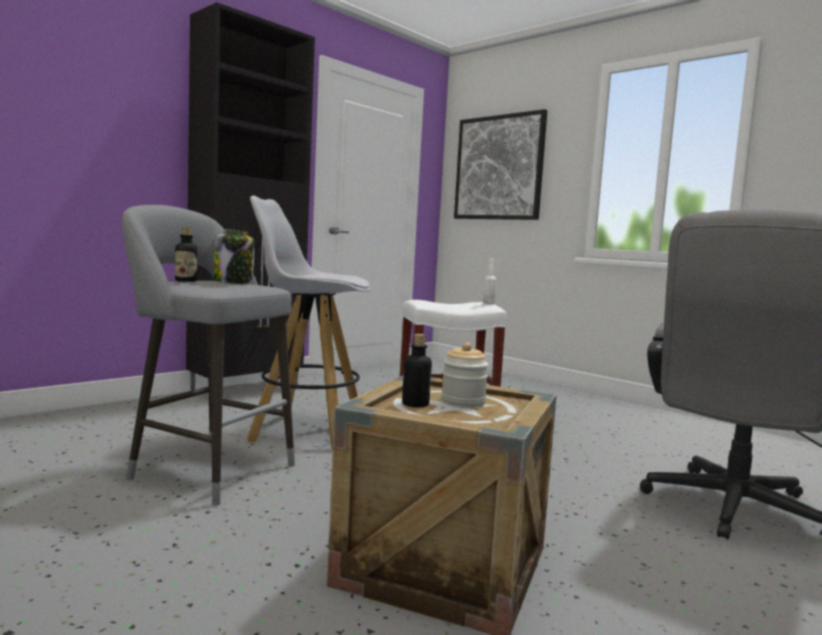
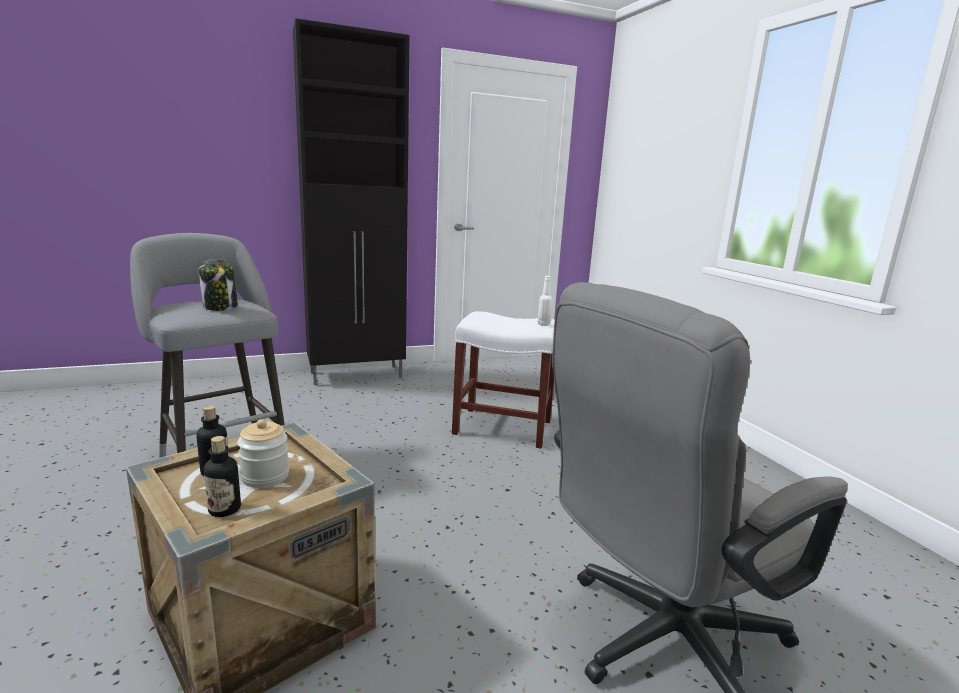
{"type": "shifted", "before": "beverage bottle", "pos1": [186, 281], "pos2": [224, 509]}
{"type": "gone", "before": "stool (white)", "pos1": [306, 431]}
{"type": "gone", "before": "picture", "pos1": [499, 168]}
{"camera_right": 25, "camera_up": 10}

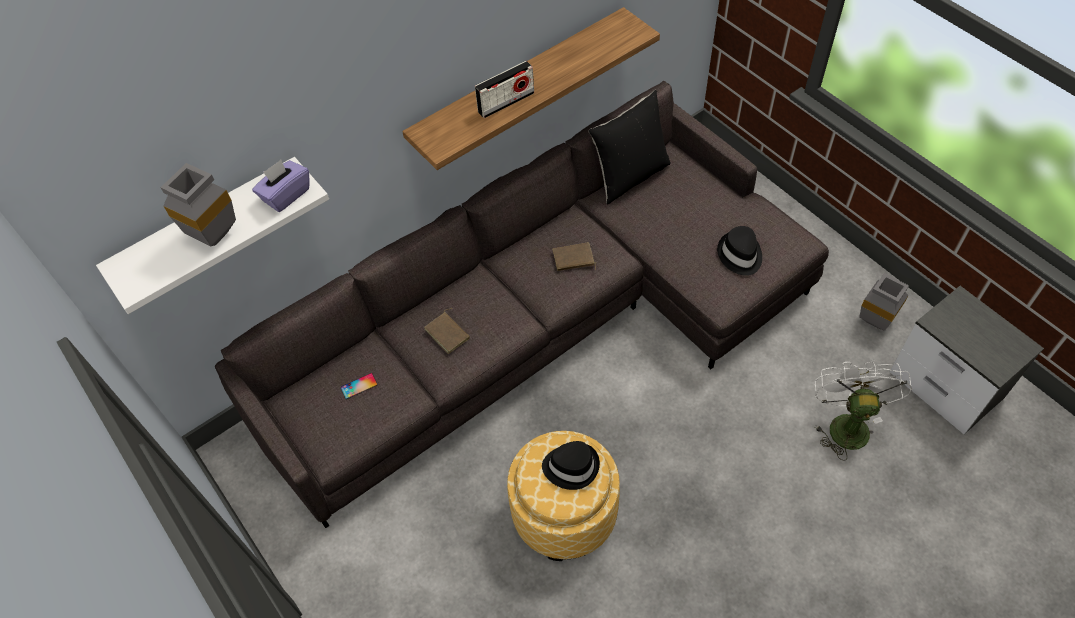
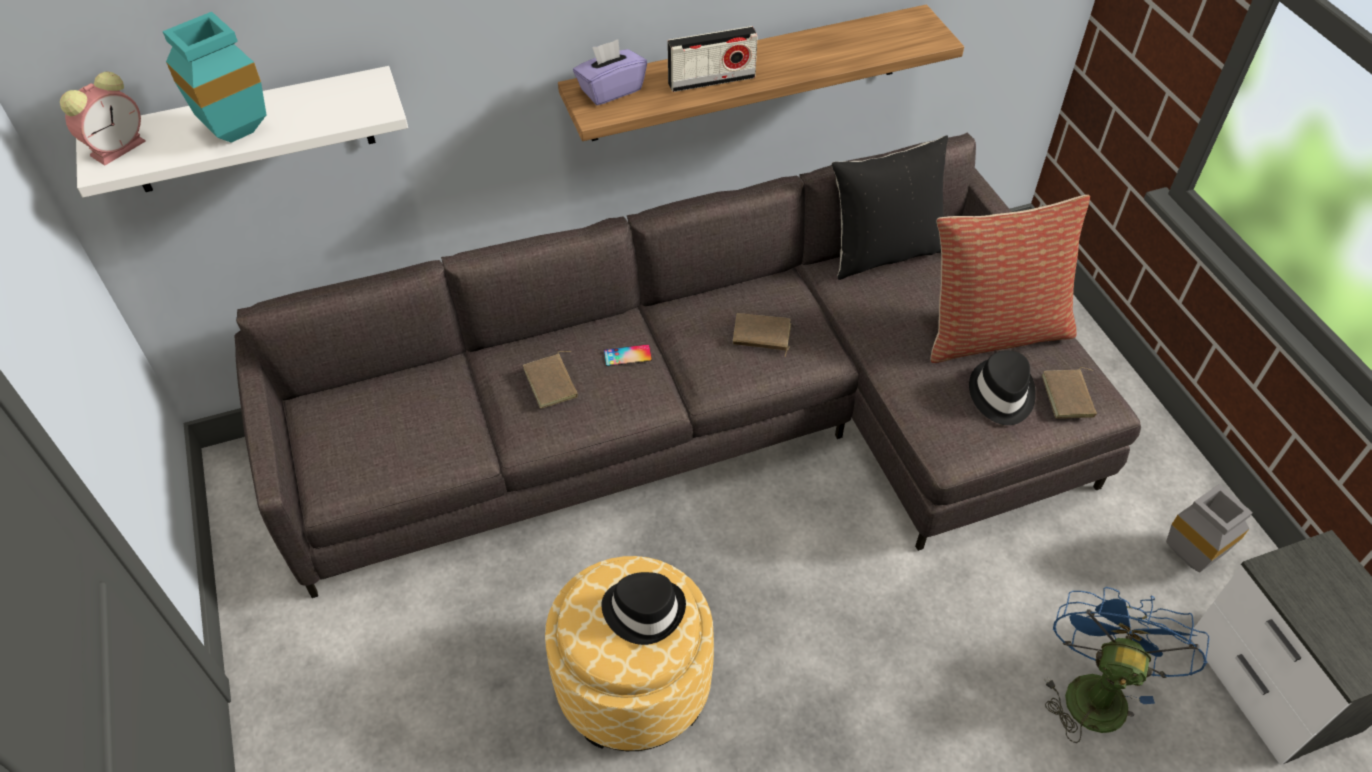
{"type": "repainted", "before": "vase (greyish)", "after": "vase (turquoise-coloured)", "pos1": [215, 234], "pos2": [239, 129]}
{"type": "shifted", "before": "box of tissues (purplish)", "pos1": [286, 195], "pos2": [611, 90]}
{"type": "shifted", "before": "phone", "pos1": [359, 386], "pos2": [627, 355]}
{"type": "repainted", "before": "fan (white)", "after": "fan (bluish)", "pos1": [845, 423], "pos2": [1095, 689]}
{"type": "new", "after": "table clock", "pos2": [119, 147]}
{"type": "new", "after": "cushion", "pos2": [993, 331]}
{"type": "new", "after": "volume (brownish)", "pos2": [1070, 396]}
{"camera_right": 15, "camera_up": -5}

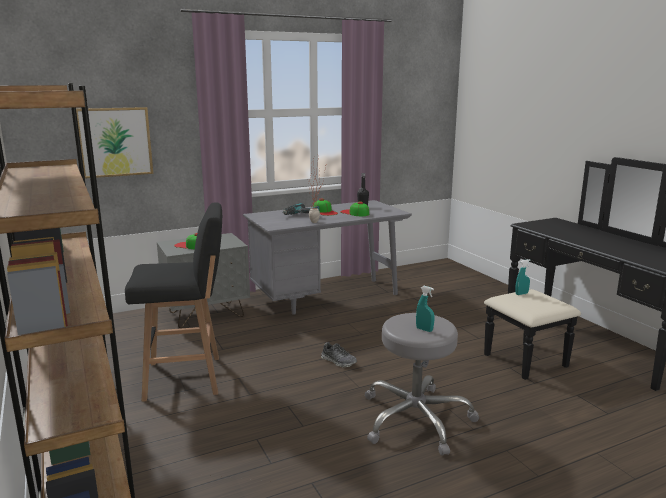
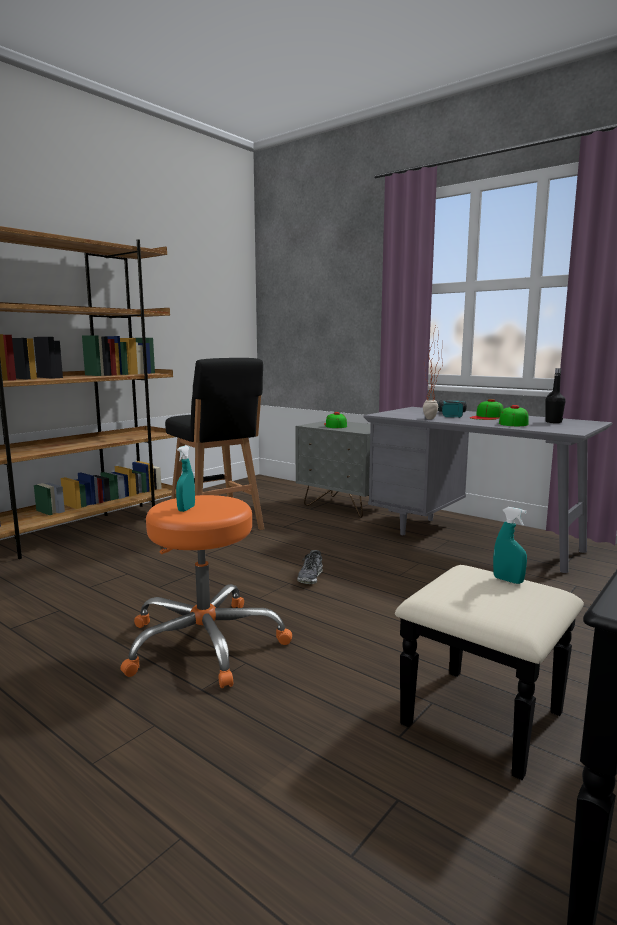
{"type": "gone", "before": "picture", "pos1": [115, 142]}
{"type": "repainted", "before": "stool (greyish)", "after": "stool (orange)", "pos1": [416, 419], "pos2": [205, 643]}
{"camera_right": 65, "camera_up": -5}

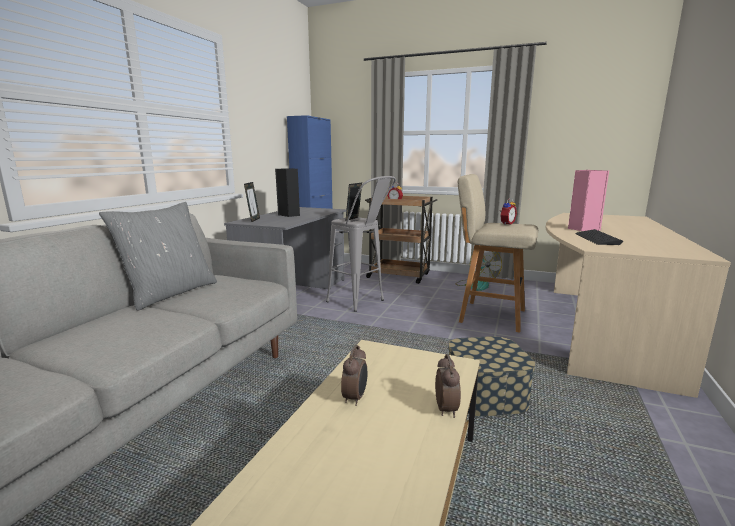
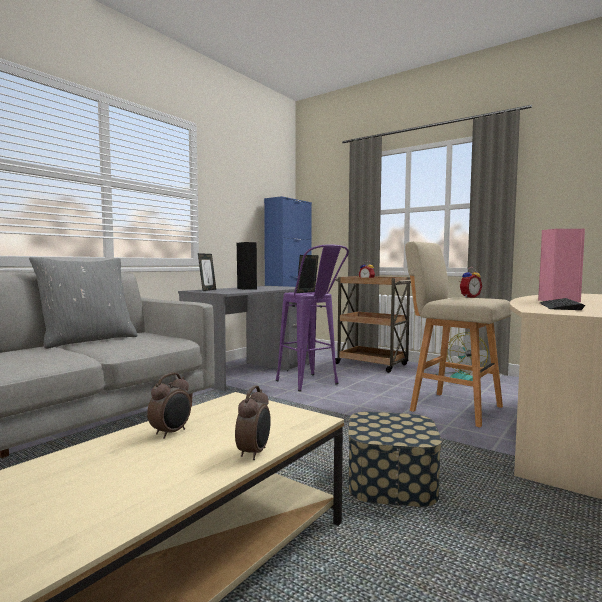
{"type": "repainted", "before": "stool (greyish)", "after": "stool (purplish)", "pos1": [361, 303], "pos2": [312, 385]}
{"camera_right": 15, "camera_up": -10}

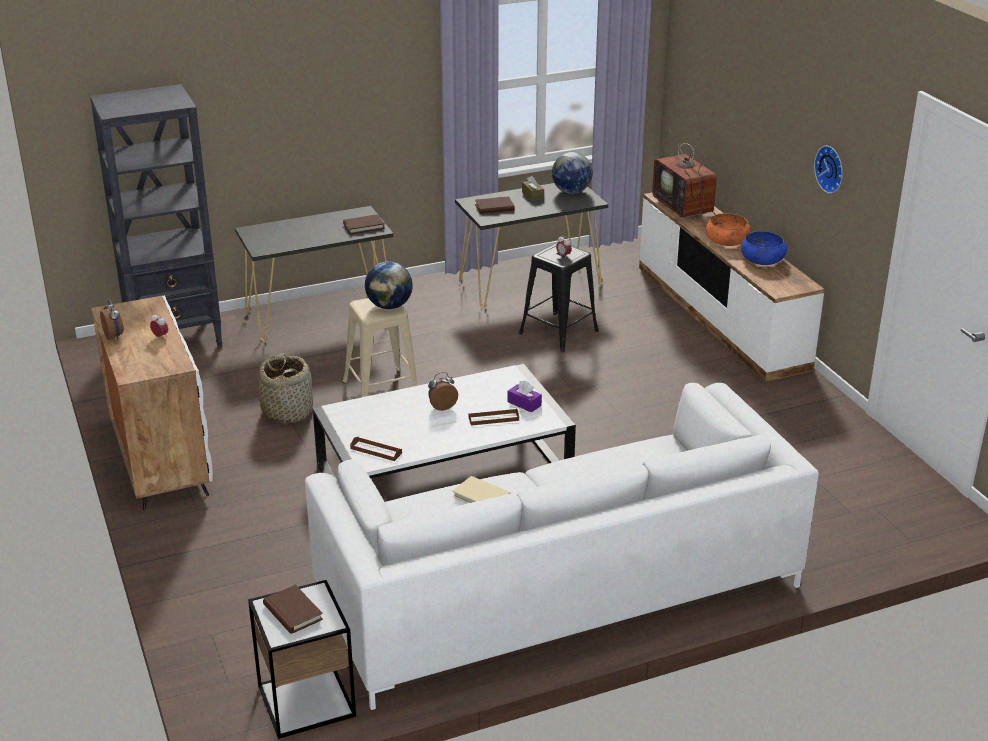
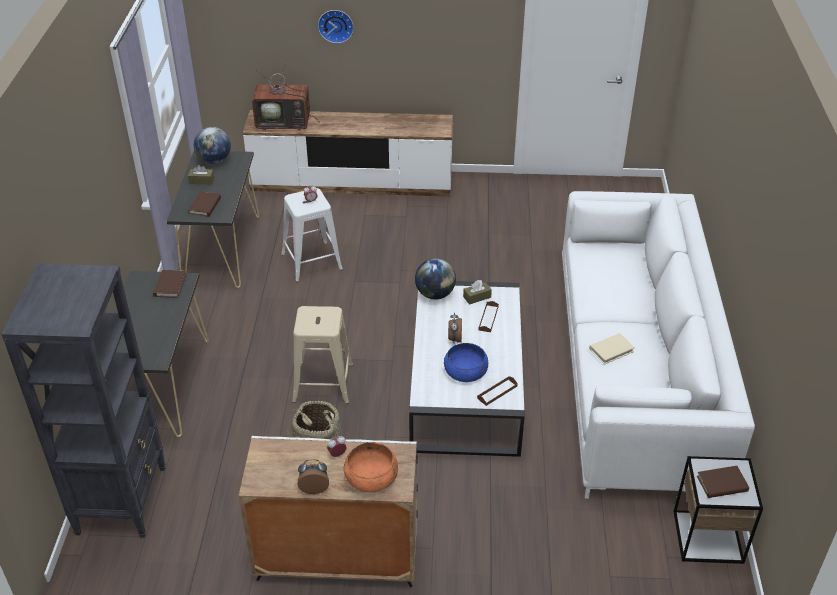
{"type": "shifted", "before": "desk globe", "pos1": [389, 306], "pos2": [435, 294]}
{"type": "repainted", "before": "box of tissues (purplish)", "after": "box of tissues (brownish)", "pos1": [524, 404], "pos2": [477, 297]}
{"type": "repainted", "before": "stool (blackish)", "after": "stool (white)", "pos1": [558, 332], "pos2": [312, 261]}
{"type": "shifted", "before": "deep dish (orange)", "pos1": [726, 240], "pos2": [371, 477]}
{"type": "shifted", "before": "deep dish (bluish)", "pos1": [762, 259], "pos2": [465, 371]}
{"type": "shifted", "before": "hanging clock", "pos1": [831, 169], "pos2": [336, 25]}
{"camera_right": -65, "camera_up": 10}

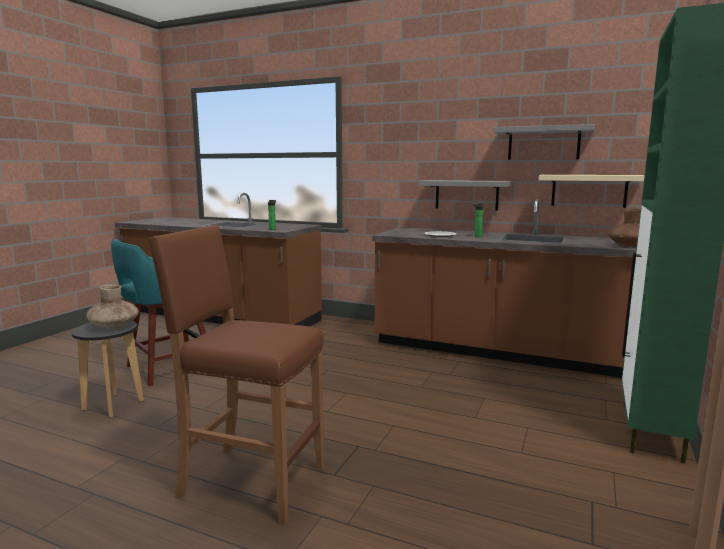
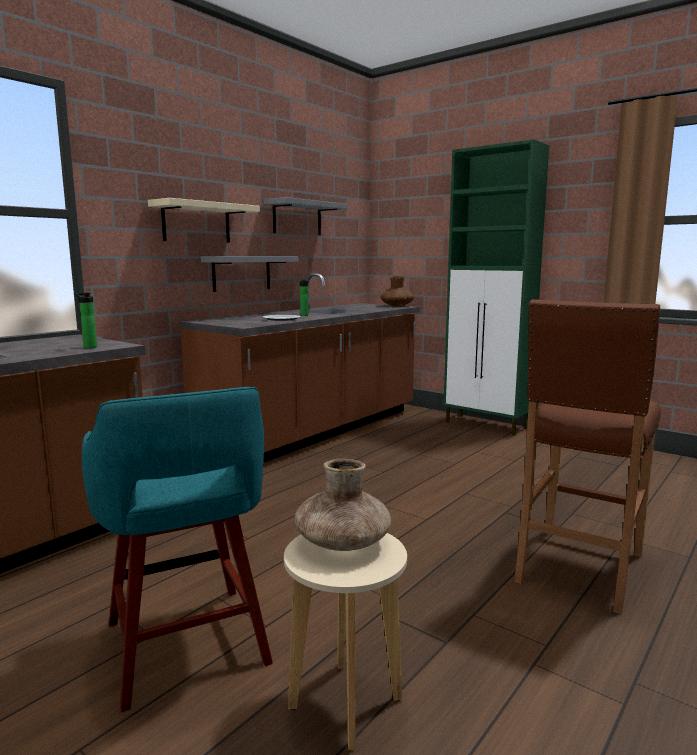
{"type": "repainted", "before": "stool (blackish)", "after": "stool (beige-coloured)", "pos1": [113, 405], "pos2": [345, 703]}
{"type": "shifted", "before": "wall shelf (beige-coloured)", "pos1": [589, 190], "pos2": [196, 222]}
{"camera_right": -75, "camera_up": 0}

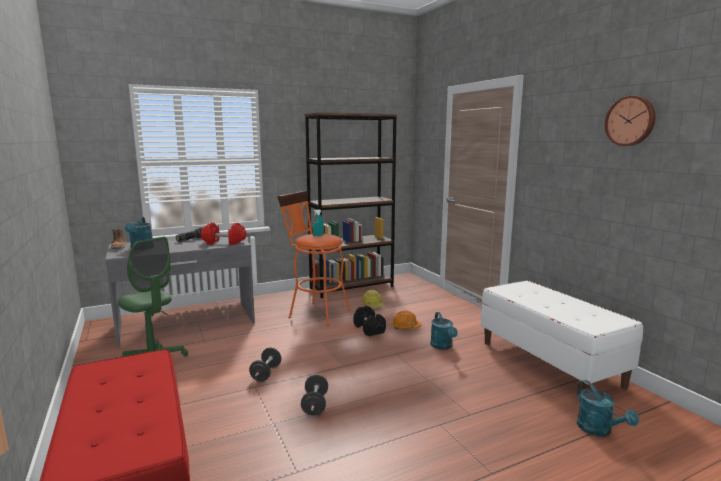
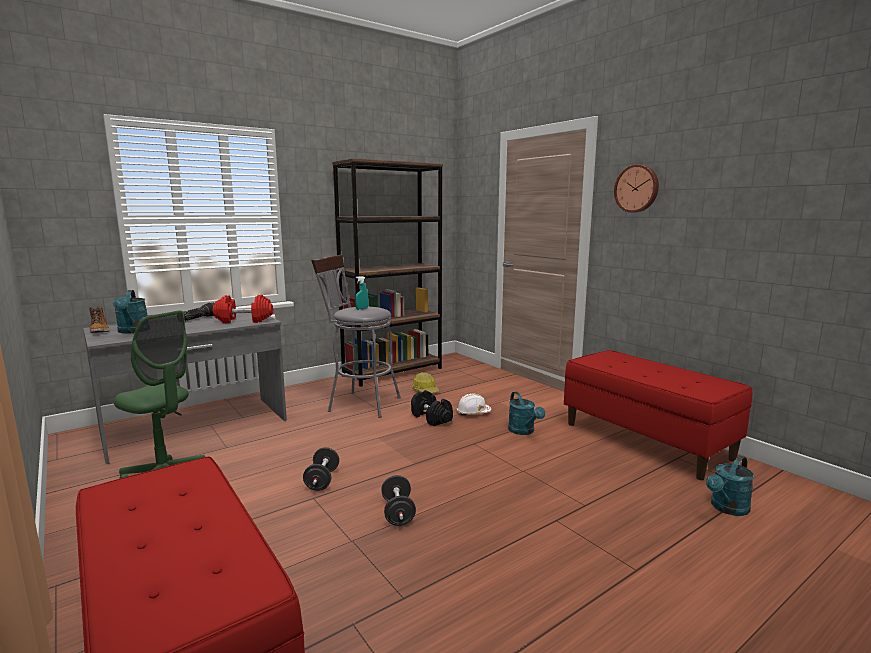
{"type": "repainted", "before": "stool (orange)", "after": "stool (greyish)", "pos1": [315, 312], "pos2": [359, 403]}
{"type": "repainted", "before": "work helmet (orange)", "after": "work helmet (white)", "pos1": [405, 327], "pos2": [473, 412]}
{"type": "repainted", "before": "bench (white)", "after": "bench (reddish)", "pos1": [549, 363], "pos2": [646, 440]}
{"type": "rotated", "before": "sprinkling can (turquoise-coloured)", "pos1": [599, 430], "pos2": [727, 508], "turn": 75}
{"type": "shifted", "before": "hanging clock", "pos1": [630, 121], "pos2": [637, 188]}
{"camera_right": -10, "camera_up": 0}

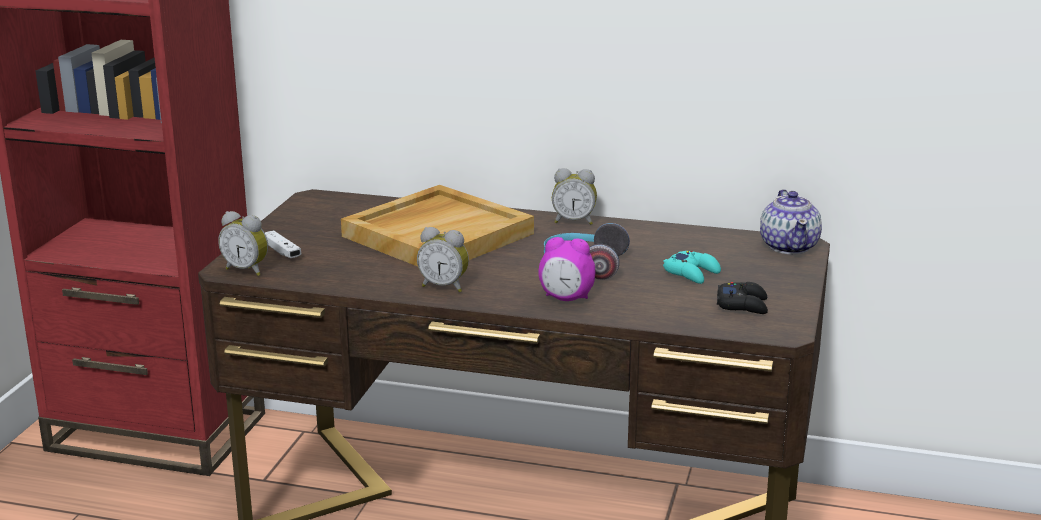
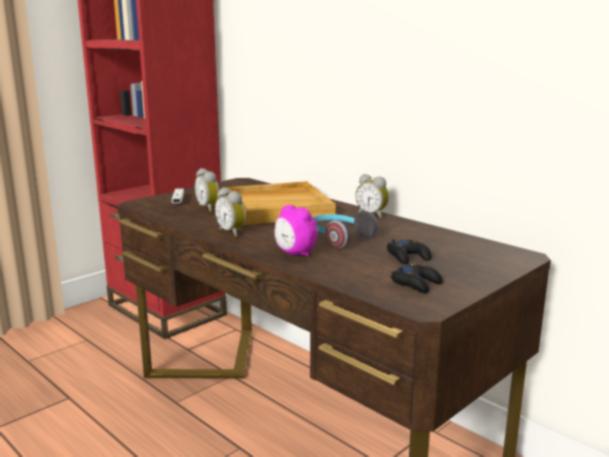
{"type": "shifted", "before": "table clock", "pos1": [247, 270], "pos2": [209, 208]}
{"type": "repainted", "before": "joypad (turquoise-coloured)", "after": "joypad (blackish)", "pos1": [692, 273], "pos2": [408, 257]}
{"type": "gone", "before": "pot for tea", "pos1": [789, 246]}
{"camera_right": 30, "camera_up": -5}

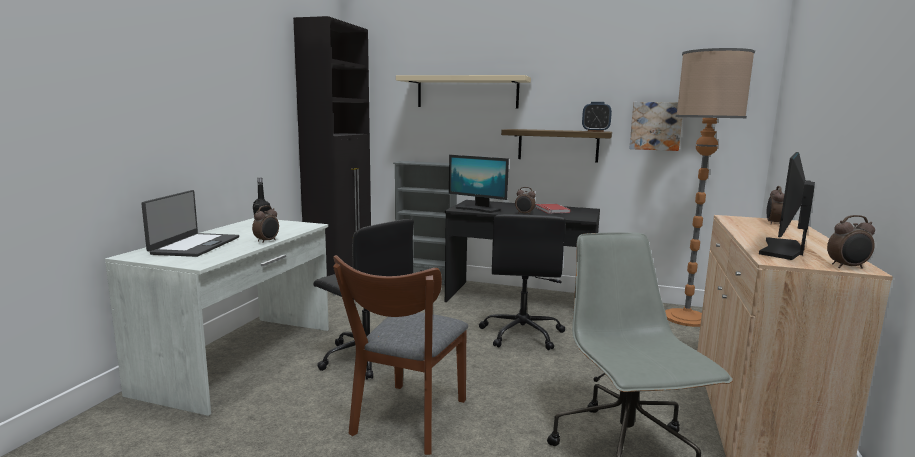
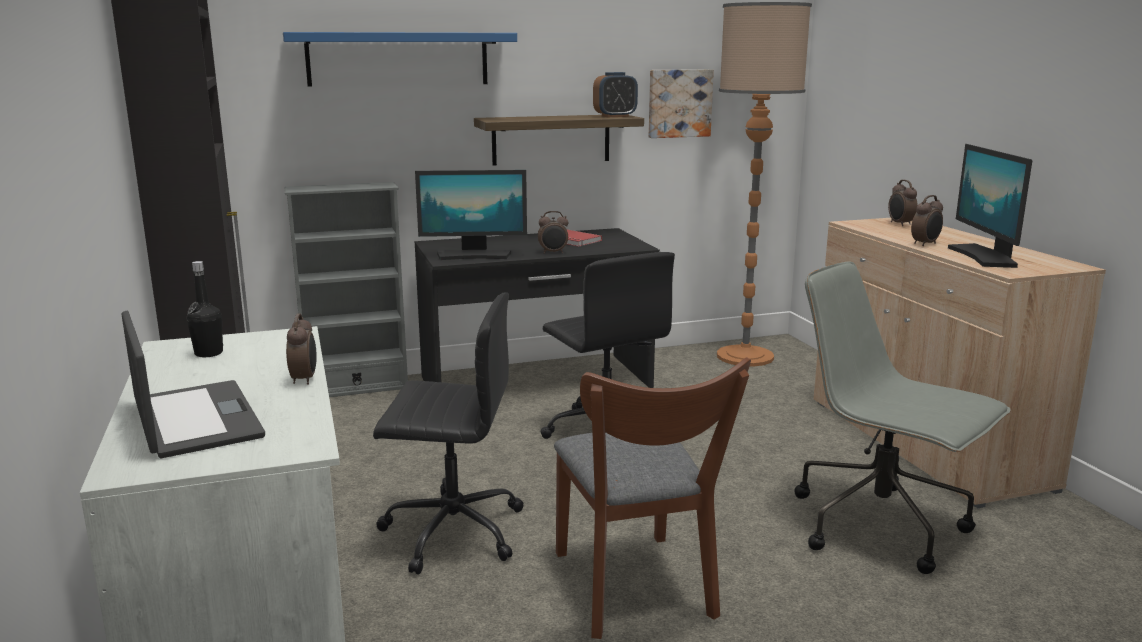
{"type": "repainted", "before": "wall shelf (beige-coloured)", "after": "wall shelf (bluish)", "pos1": [467, 92], "pos2": [398, 59]}
{"type": "shifted", "before": "table clock", "pos1": [847, 267], "pos2": [925, 244]}
{"camera_right": -35, "camera_up": 5}

